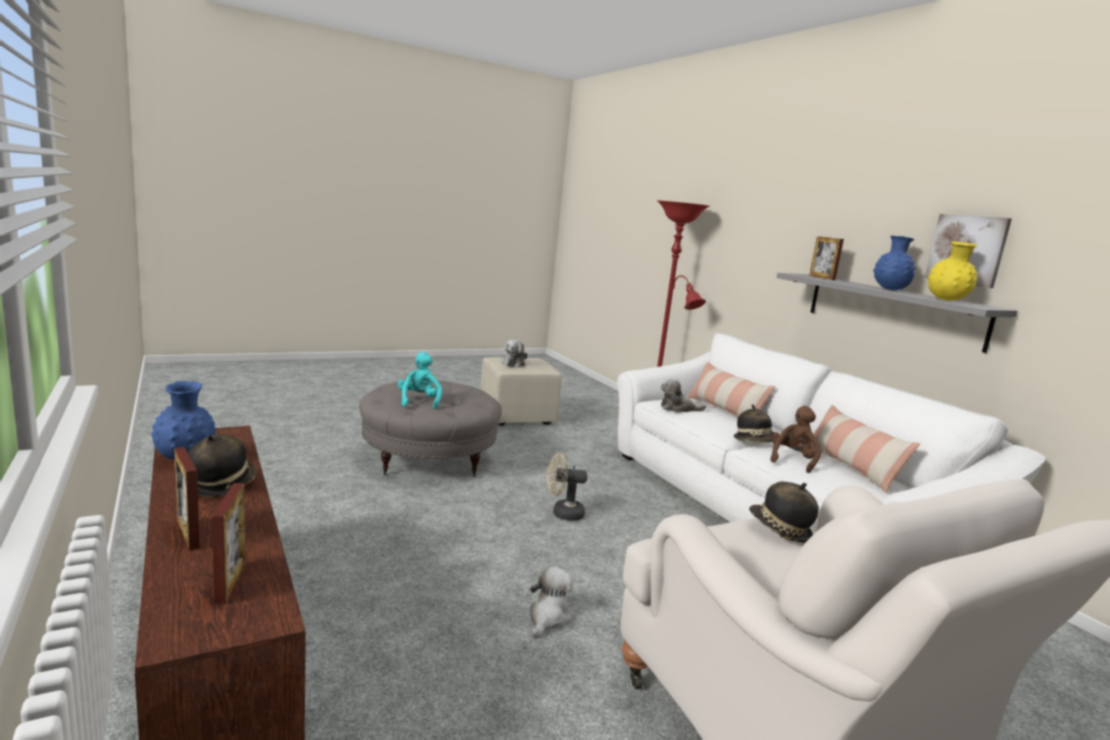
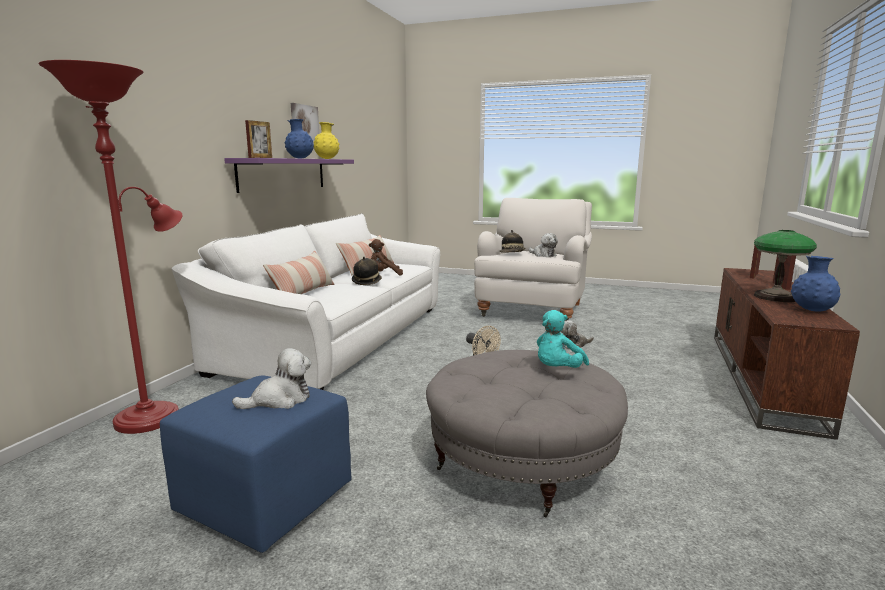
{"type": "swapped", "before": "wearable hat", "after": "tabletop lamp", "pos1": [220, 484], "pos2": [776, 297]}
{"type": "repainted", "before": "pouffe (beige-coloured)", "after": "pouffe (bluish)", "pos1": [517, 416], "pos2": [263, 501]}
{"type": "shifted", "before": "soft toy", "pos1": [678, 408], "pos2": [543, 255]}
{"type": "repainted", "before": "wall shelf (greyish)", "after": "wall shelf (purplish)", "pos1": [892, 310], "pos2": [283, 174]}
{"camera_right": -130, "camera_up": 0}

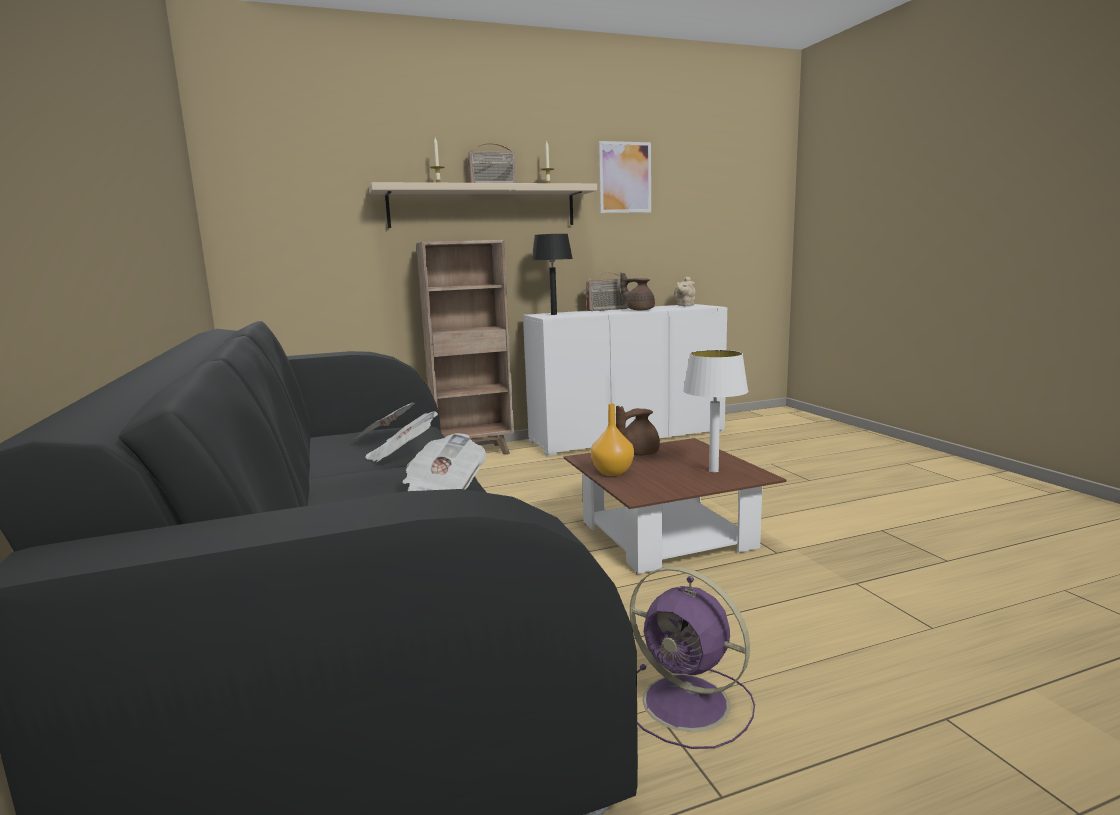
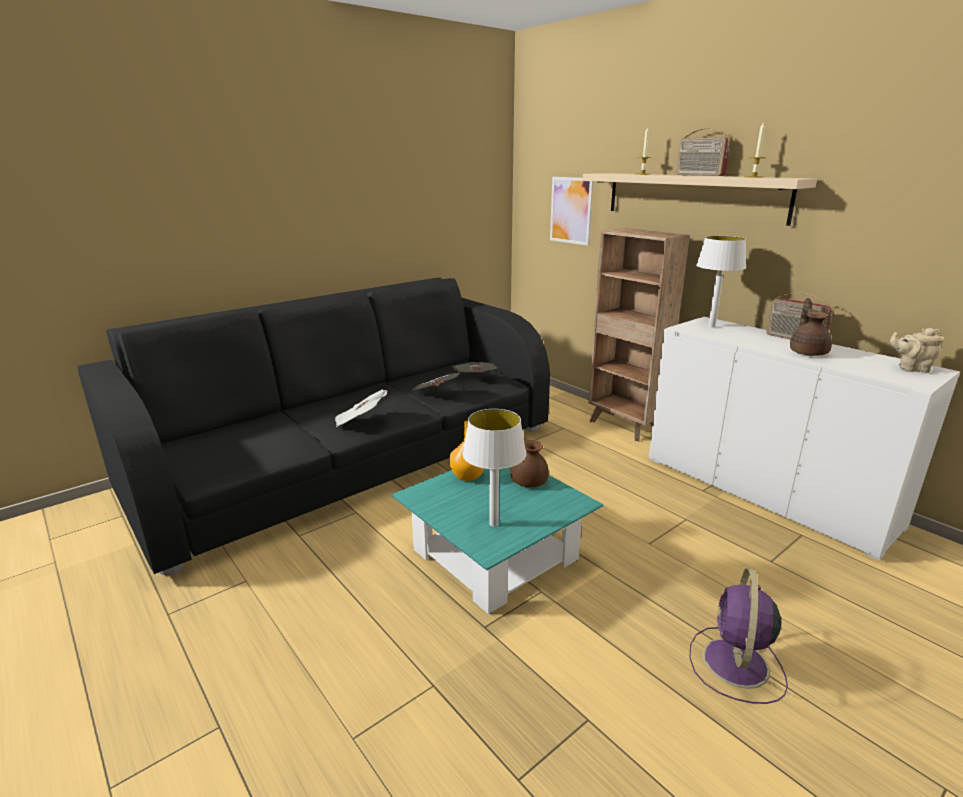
{"type": "repainted", "before": "tabletop lamp (blackish)", "after": "tabletop lamp (white)", "pos1": [554, 314], "pos2": [712, 326]}
{"type": "repainted", "before": "lounge table (brownish)", "after": "lounge table (turquoise-coloured)", "pos1": [666, 535], "pos2": [495, 555]}
{"type": "shifted", "before": "picture", "pos1": [625, 177], "pos2": [571, 210]}
{"type": "shifted", "before": "fan (purplish)", "pos1": [689, 704], "pos2": [735, 665]}
{"camera_right": 70, "camera_up": 10}

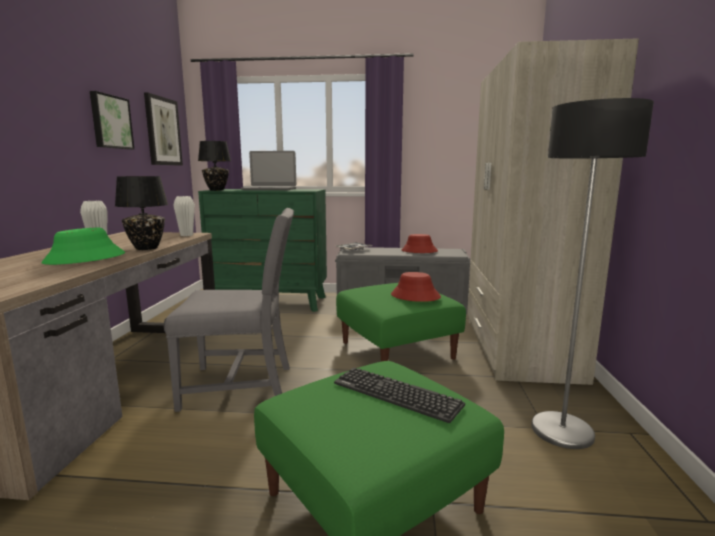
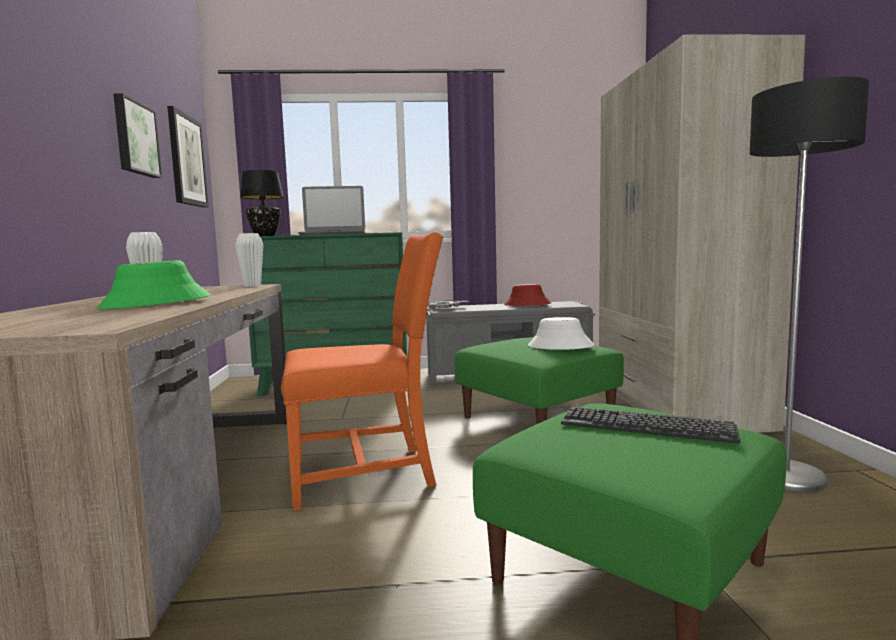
{"type": "gone", "before": "tabletop lamp (blackish)", "pos1": [147, 248]}
{"type": "repainted", "before": "upright chair (greyish)", "after": "upright chair (orange)", "pos1": [242, 385], "pos2": [366, 473]}
{"type": "repainted", "before": "wearable hat (reddish)", "after": "wearable hat (white)", "pos1": [415, 296], "pos2": [560, 346]}
{"camera_right": -10, "camera_up": -5}

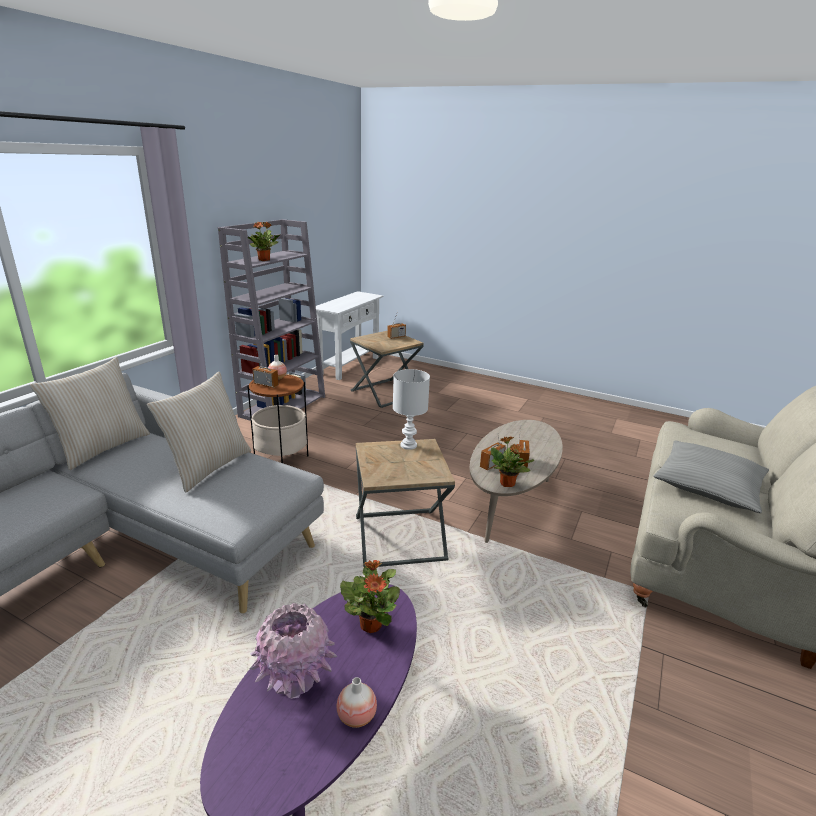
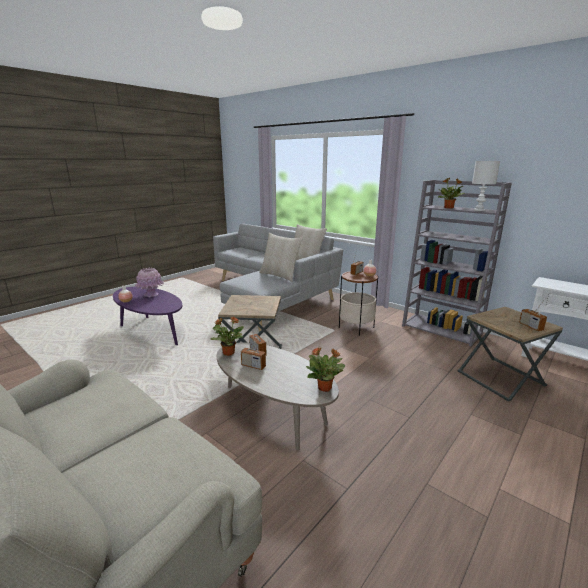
{"type": "shifted", "before": "plant in a pot", "pos1": [371, 624], "pos2": [325, 388]}
{"type": "shifted", "before": "tabletop lamp (white)", "pos1": [408, 445], "pos2": [479, 210]}
{"type": "gone", "before": "cushion (greyish)", "pos1": [708, 485]}
{"camera_right": 105, "camera_up": -5}

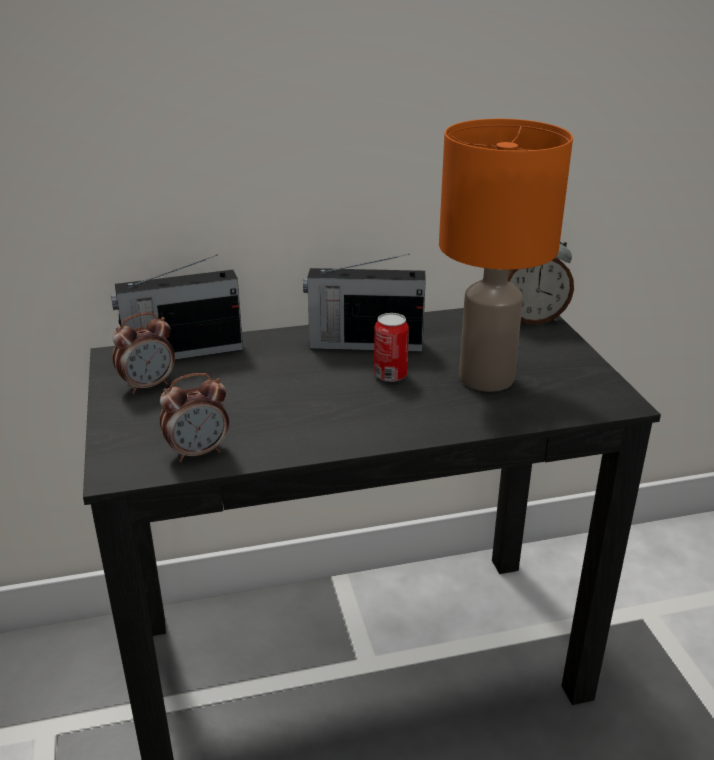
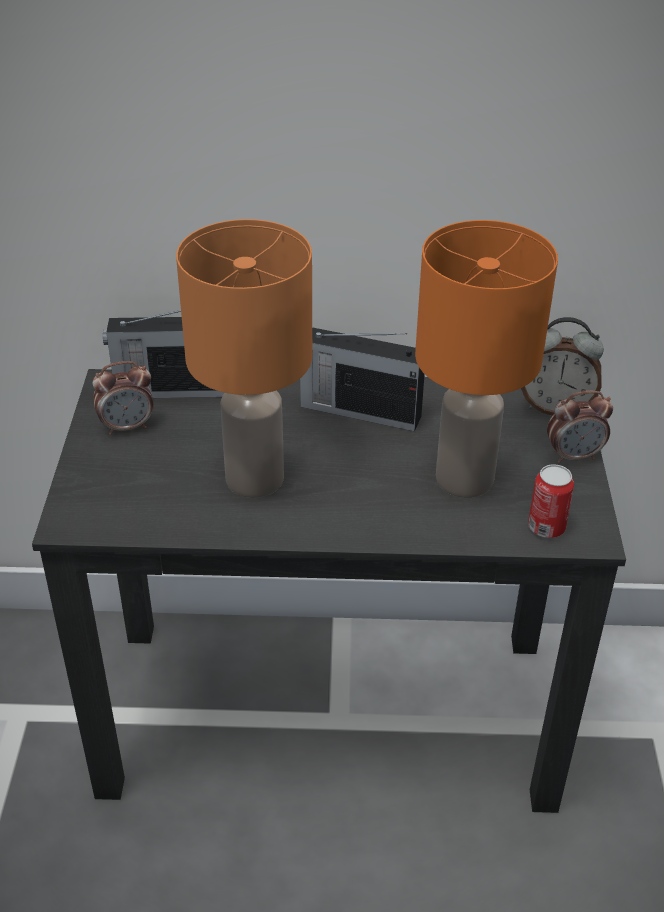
{"type": "shifted", "before": "table clock", "pos1": [198, 452], "pos2": [574, 456]}
{"type": "shifted", "before": "metal can", "pos1": [390, 375], "pos2": [546, 527]}
{"type": "new", "after": "tabletop lamp (orange)", "pos2": [255, 480]}
{"camera_right": 15, "camera_up": 10}

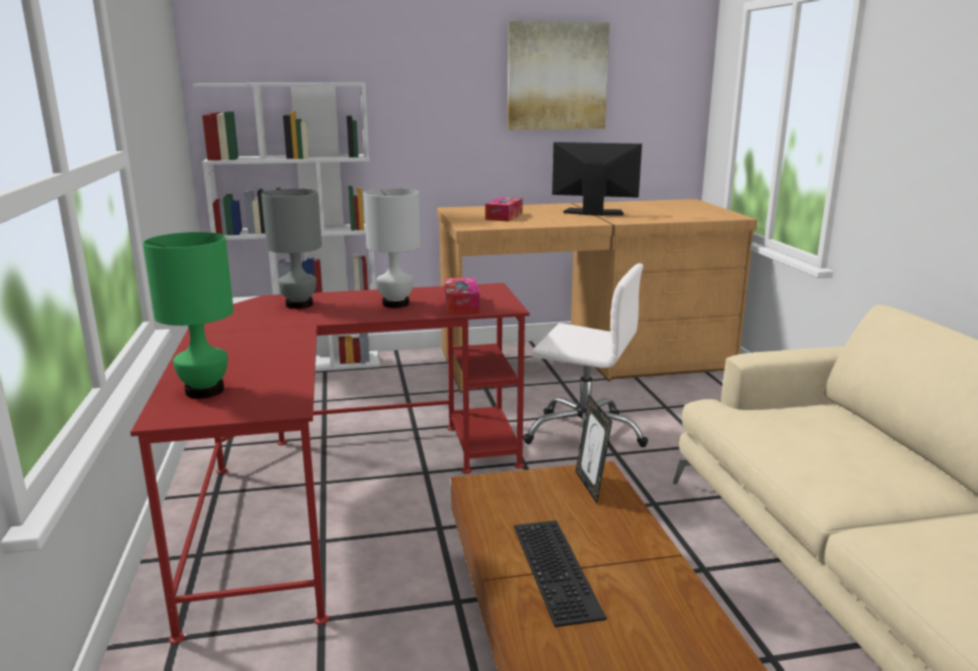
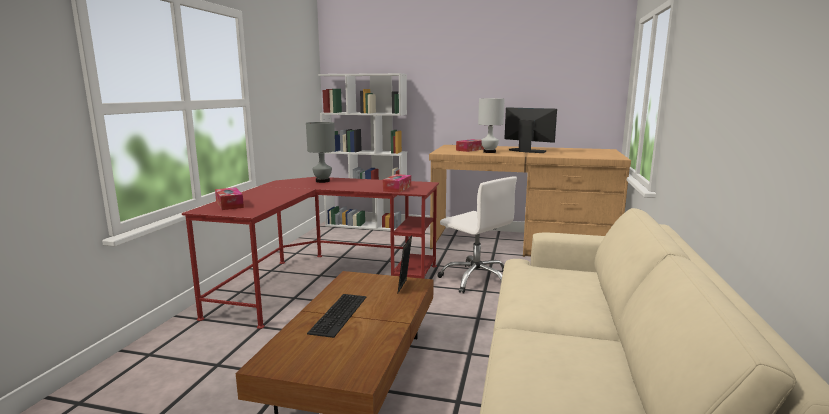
{"type": "swapped", "before": "tabletop lamp (green-coloured)", "after": "box of tissues", "pos1": [205, 391], "pos2": [229, 204]}
{"type": "shifted", "before": "tabletop lamp (white)", "pos1": [396, 304], "pos2": [489, 152]}
{"type": "gone", "before": "picture", "pos1": [557, 76]}
{"camera_right": 25, "camera_up": -5}

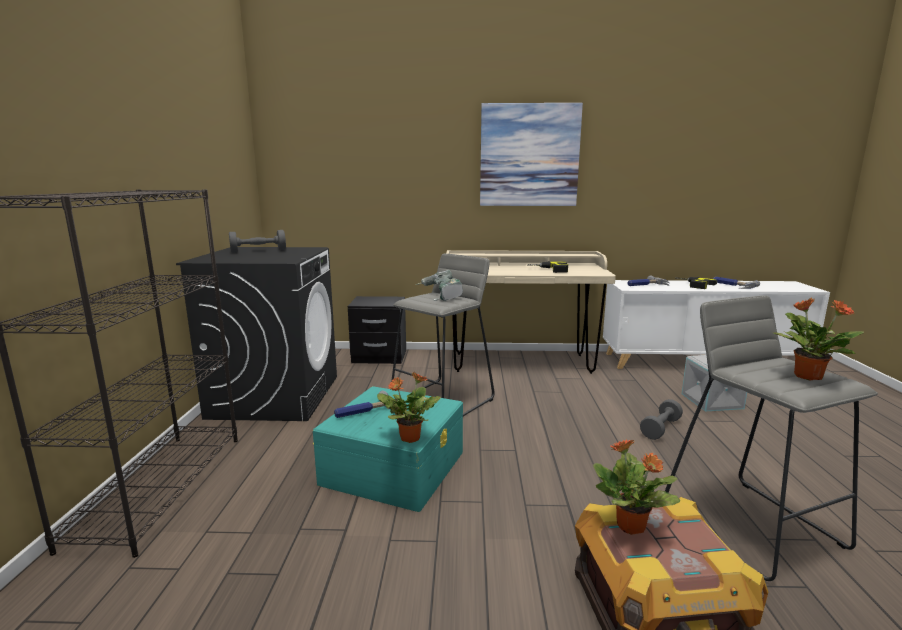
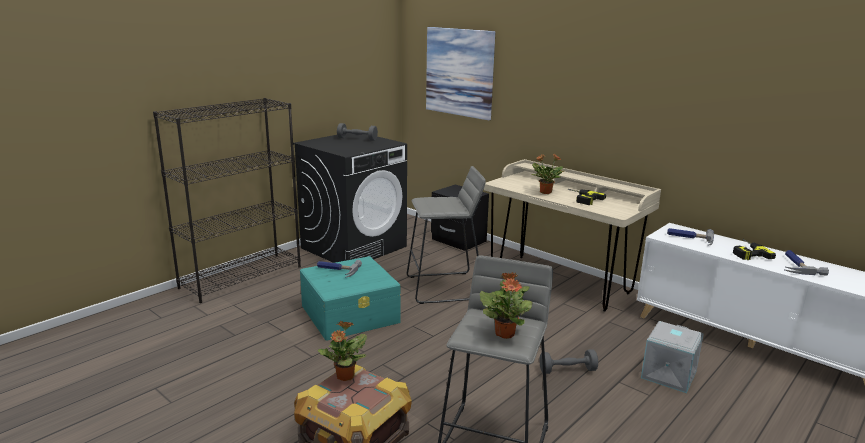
{"type": "shifted", "before": "plant in a pot", "pos1": [409, 438], "pos2": [545, 192]}
{"type": "gone", "before": "power drill", "pos1": [440, 295]}
{"type": "shifted", "before": "picture", "pos1": [529, 155], "pos2": [459, 72]}
{"camera_right": 40, "camera_up": 5}

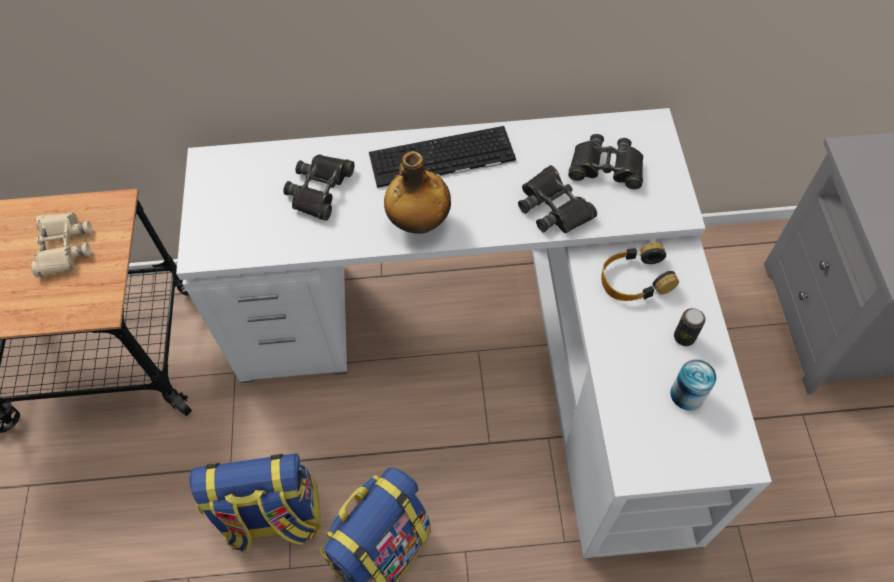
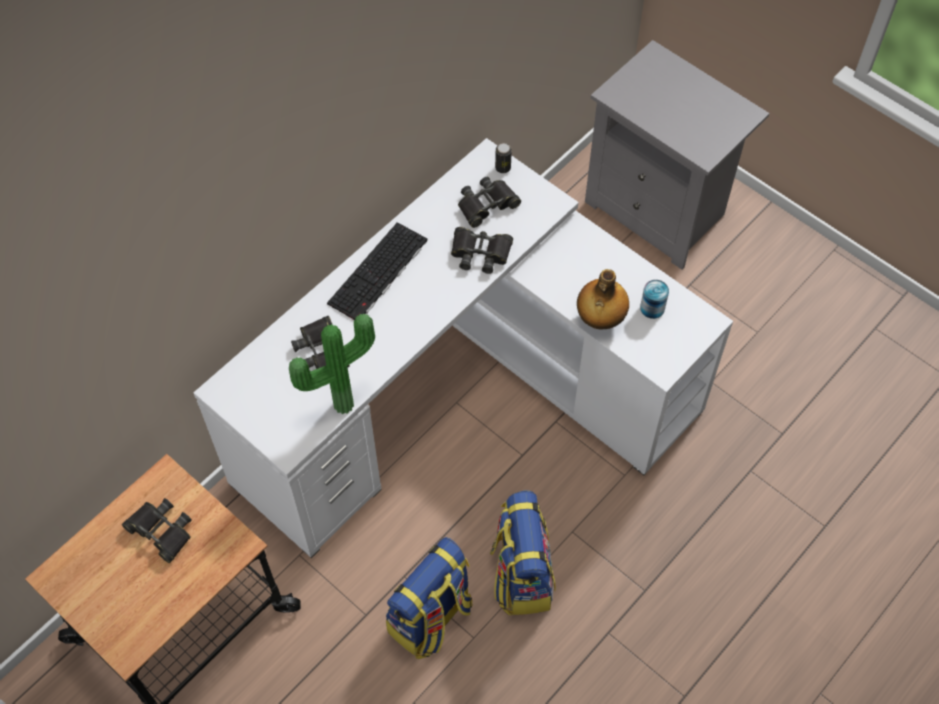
{"type": "repainted", "before": "field glasses (beige-coloured)", "after": "field glasses (blackish)", "pos1": [63, 247], "pos2": [161, 531]}
{"type": "shifted", "before": "beverage bottle", "pos1": [419, 222], "pos2": [599, 319]}
{"type": "gone", "before": "headphones", "pos1": [635, 279]}
{"type": "shifted", "before": "metal can", "pos1": [684, 337], "pos2": [503, 168]}
{"type": "new", "after": "plant in a pot", "pos2": [341, 402]}
{"camera_right": -45, "camera_up": 0}

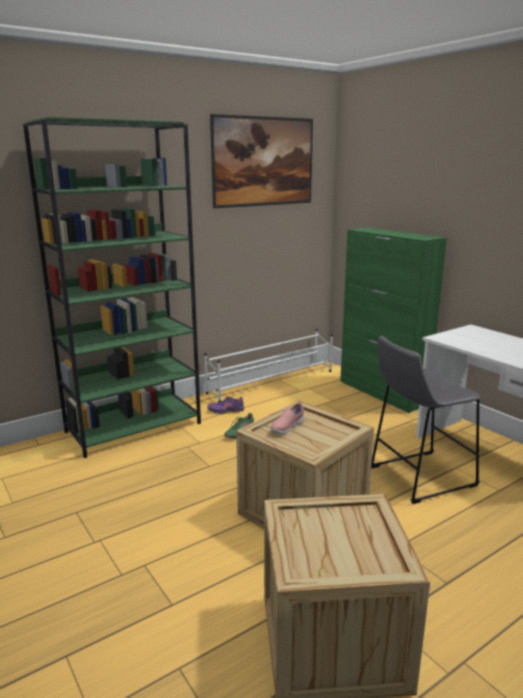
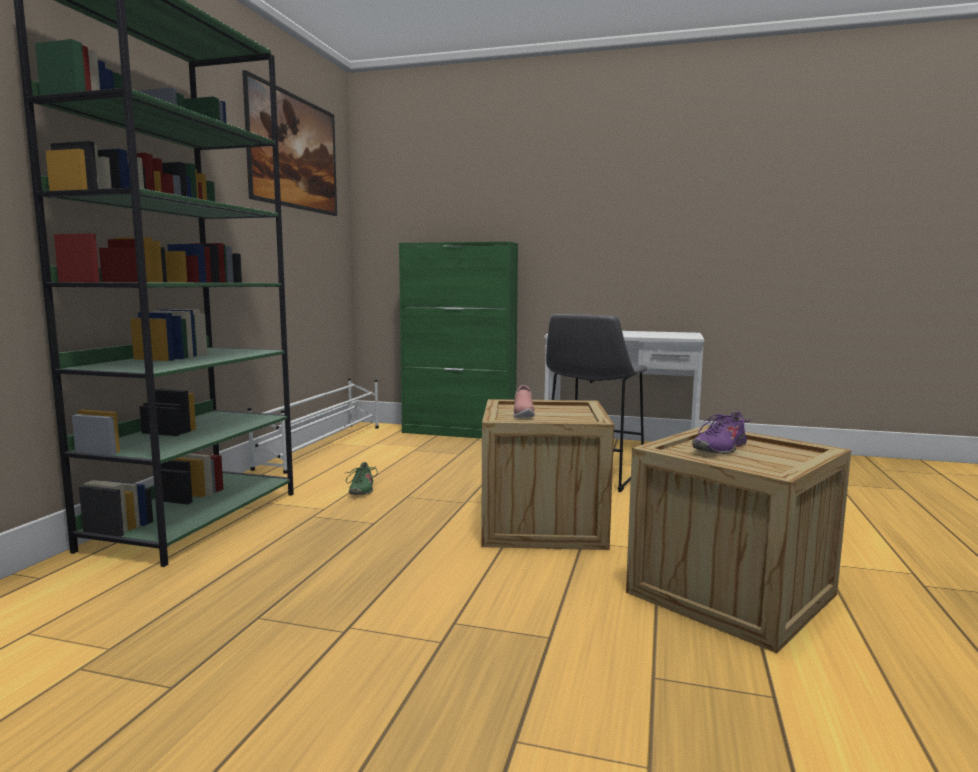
{"type": "shifted", "before": "shoe (purplish)", "pos1": [226, 410], "pos2": [719, 448]}
{"camera_right": -40, "camera_up": -10}

